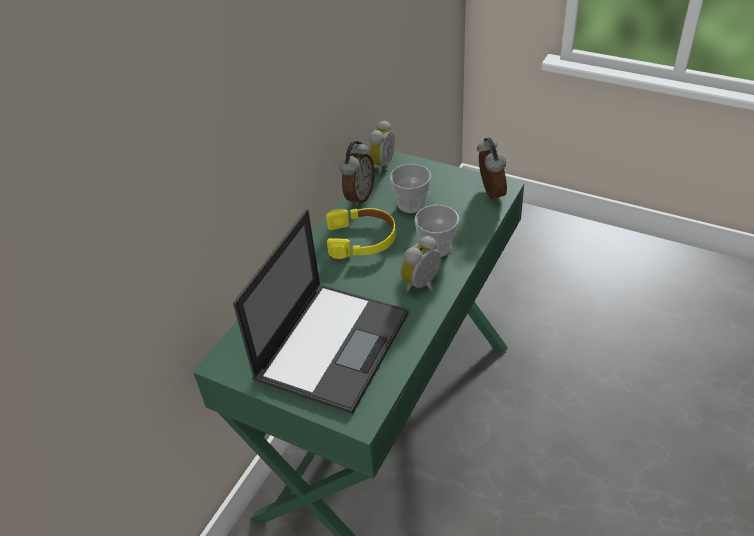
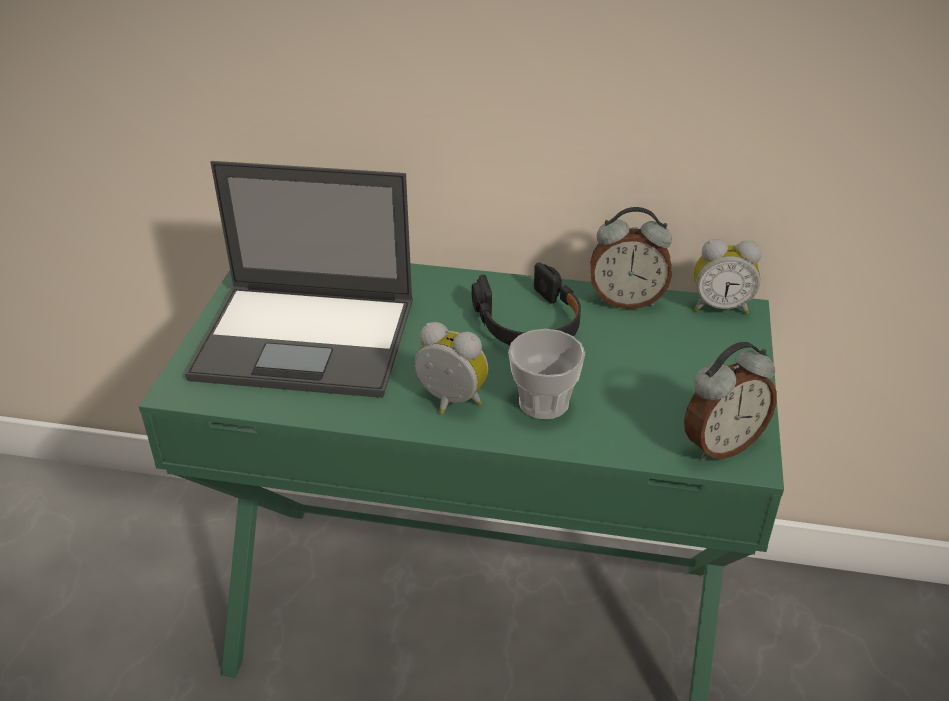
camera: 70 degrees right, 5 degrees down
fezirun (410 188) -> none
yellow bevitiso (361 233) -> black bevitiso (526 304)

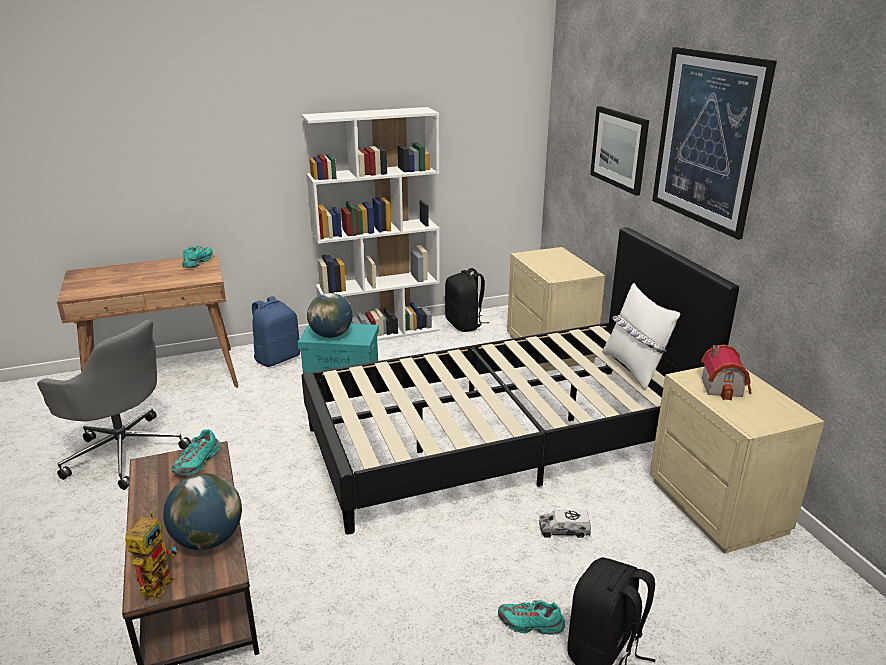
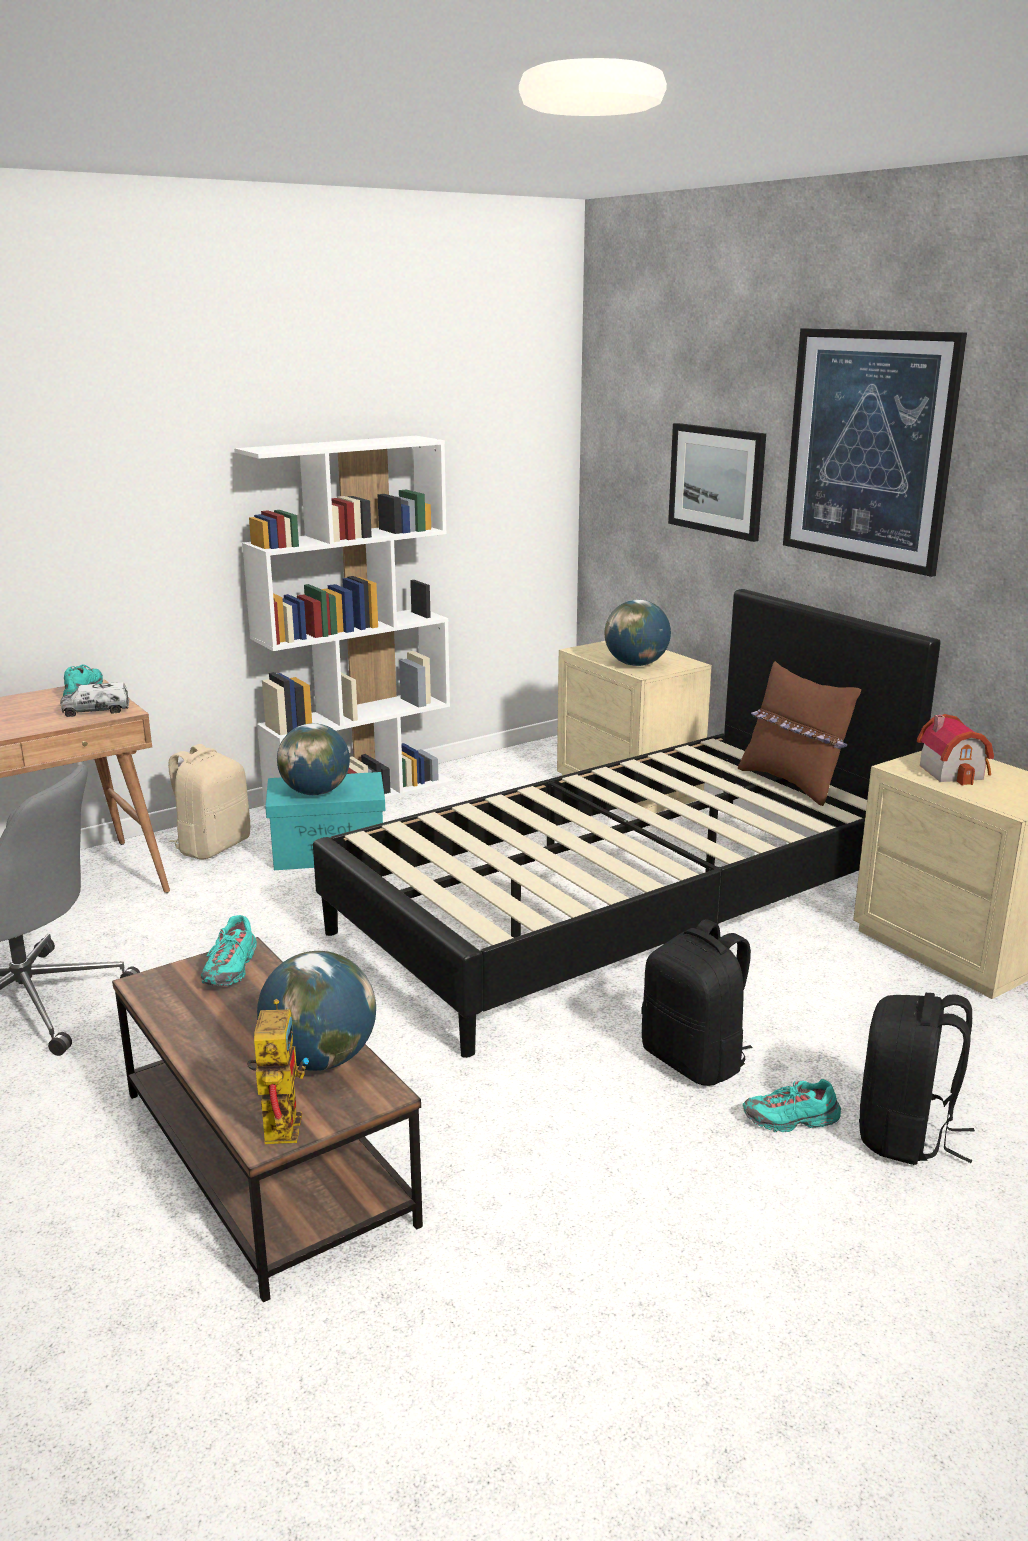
camera: 15 degrees left, 5 degrees down
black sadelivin (467 300) -> black sadelivin (697 1002), move
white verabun (641 336) -> brown verabun (799 733)
blue sadelivin (276 331) -> beige sadelivin (209 801)
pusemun (565 524) -> pusemun (94 699), move
none -> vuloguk (638 633)

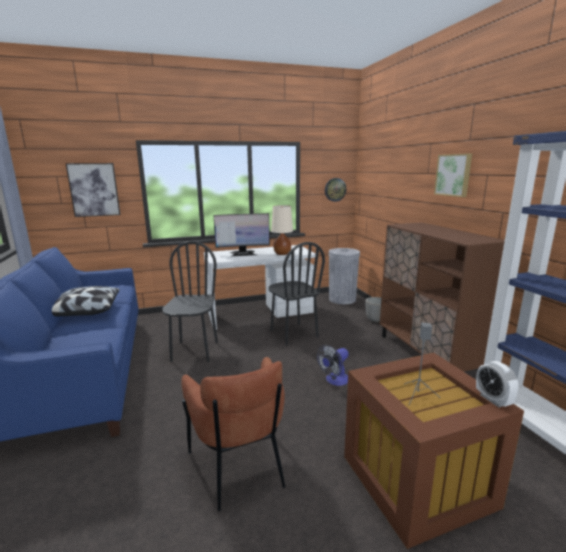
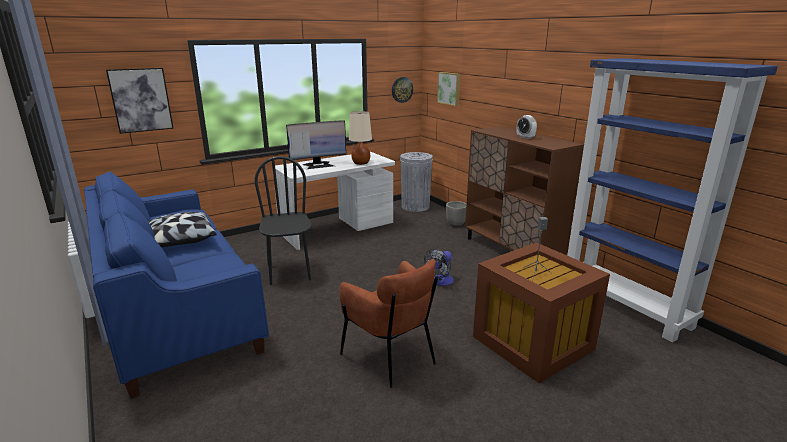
camera: 15 degrees left, 5 degrees up
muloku (453 175) -> muloku (448 89), move
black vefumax (296 294) -> none
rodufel (497 384) -> rodufel (527 127), move

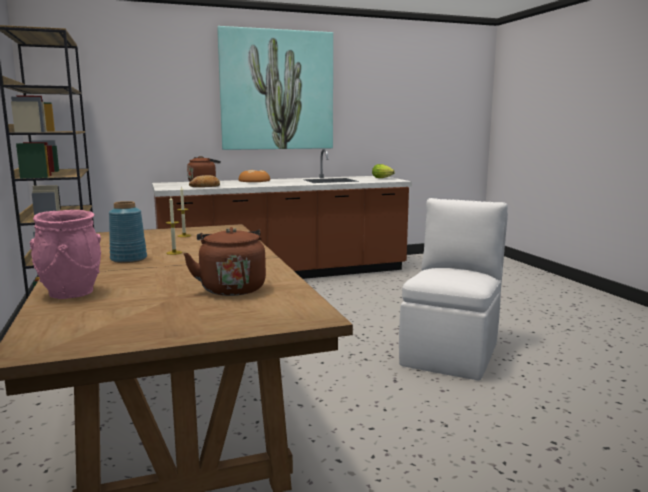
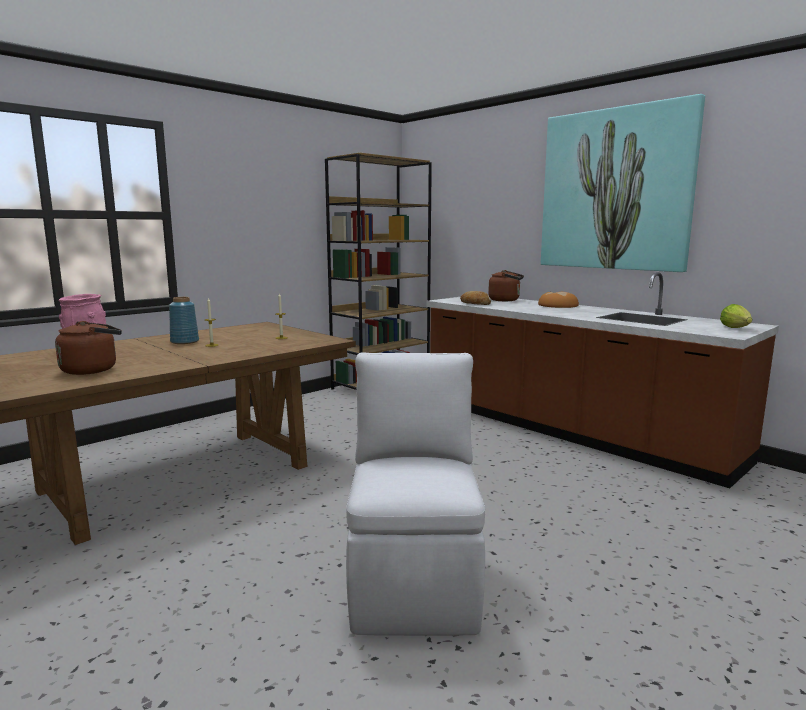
camera: 65 degrees right, 0 degrees up
white vefumax (453 289) -> white vefumax (415 494), 90 degrees counterclockwise

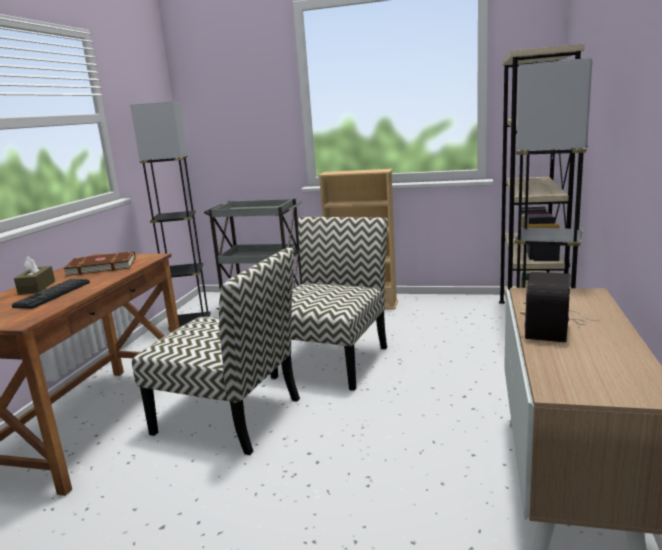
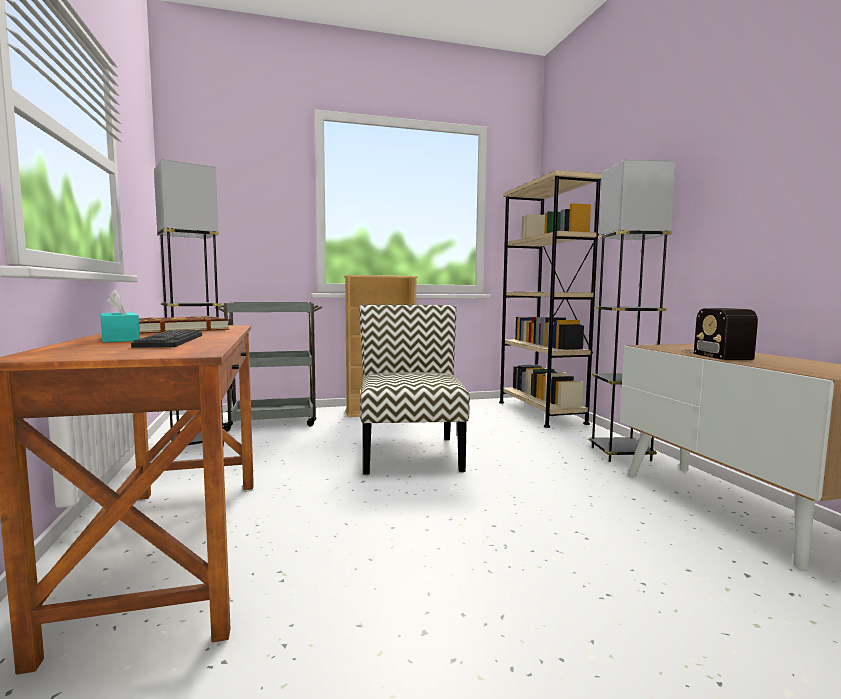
camera: 30 degrees left, 10 degrees down
vefumax (216 351) -> none
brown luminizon (34 275) -> turquoise luminizon (120 315)

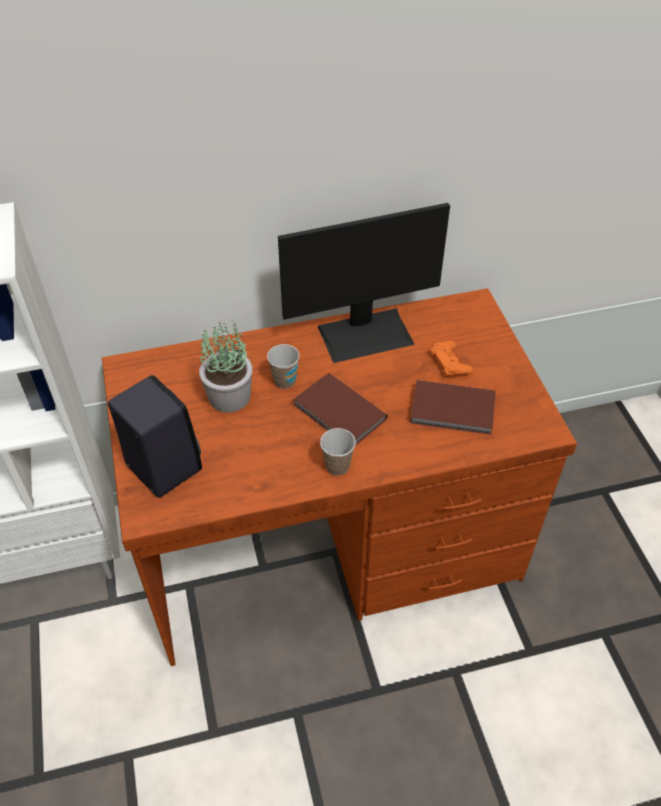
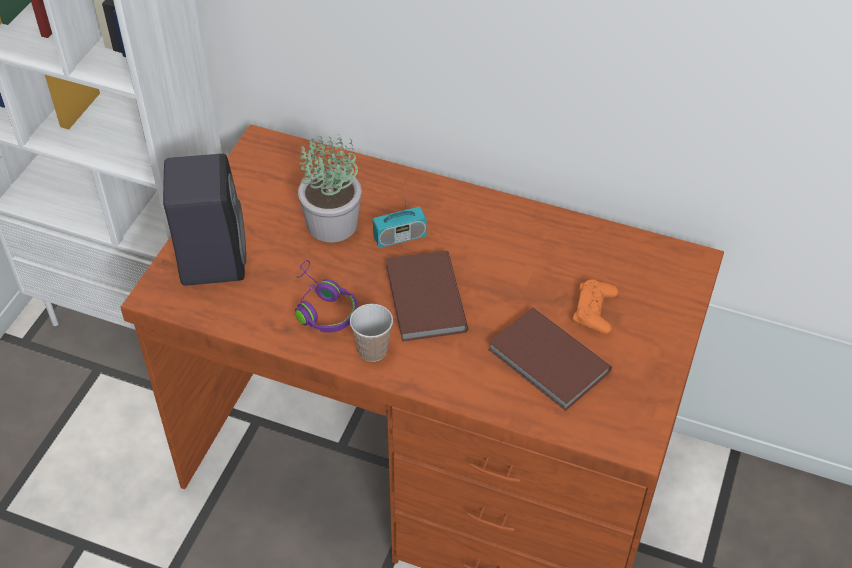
camera: 35 degrees right, 0 degrees up
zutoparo (364 283) -> none
fezirun (283 366) -> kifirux (400 211)
none -> purple bevitiso (326 296)

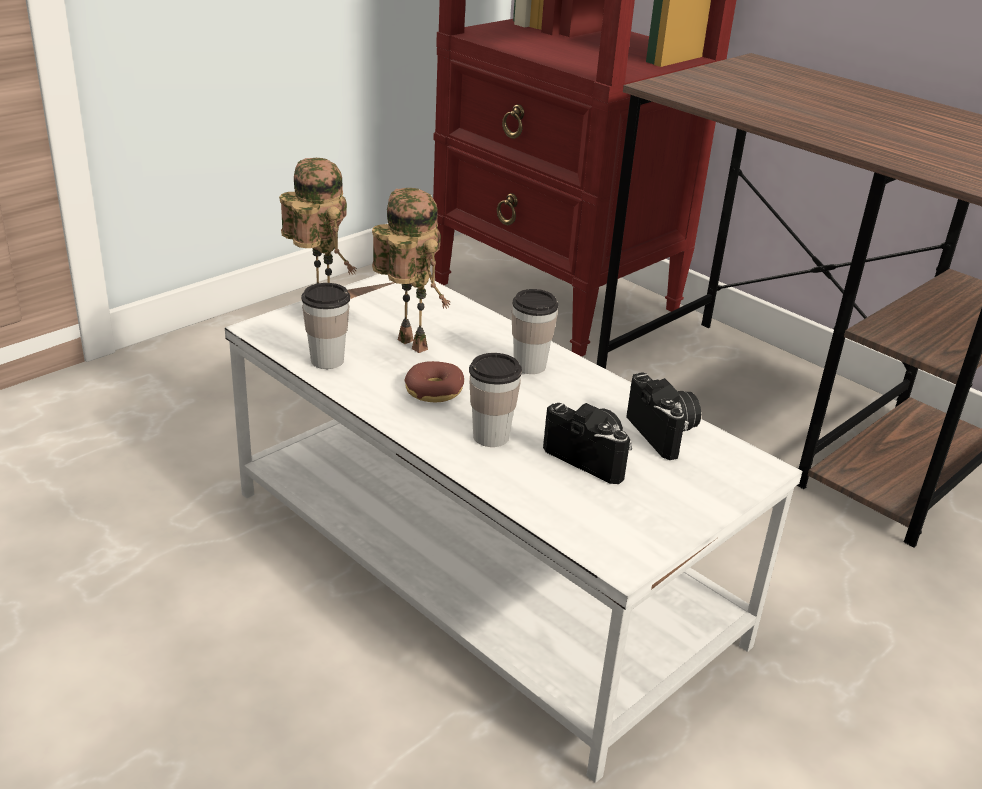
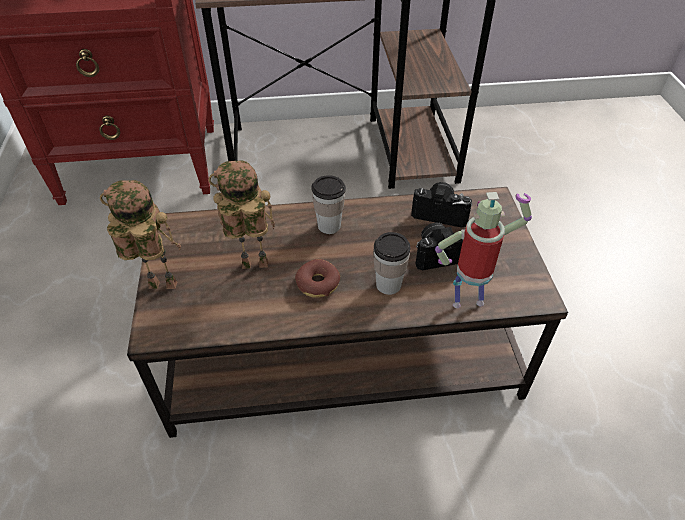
camera: 50 degrees left, 15 degrees up
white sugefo (513 528) -> brown sugefo (347 312)
fezirun (325 326) -> none
none -> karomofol (483 250)

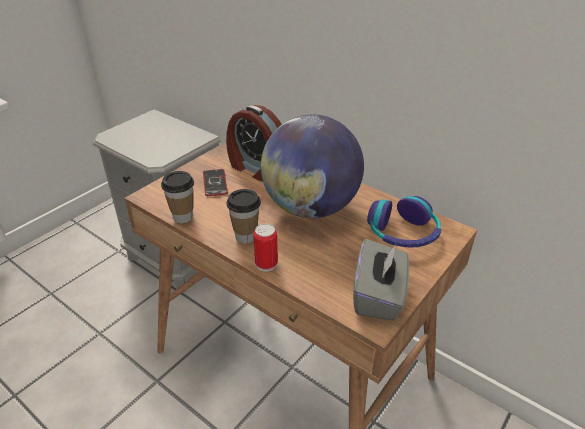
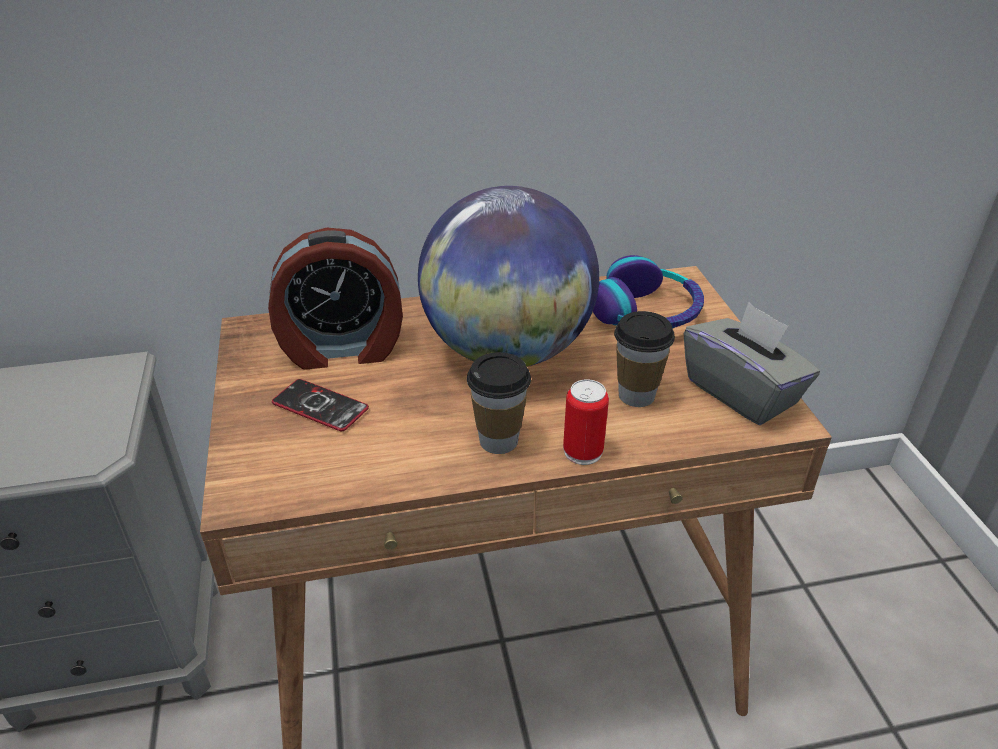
camera: 50 degrees left, 0 degrees up
fezirun (177 197) -> fezirun (644 359), move

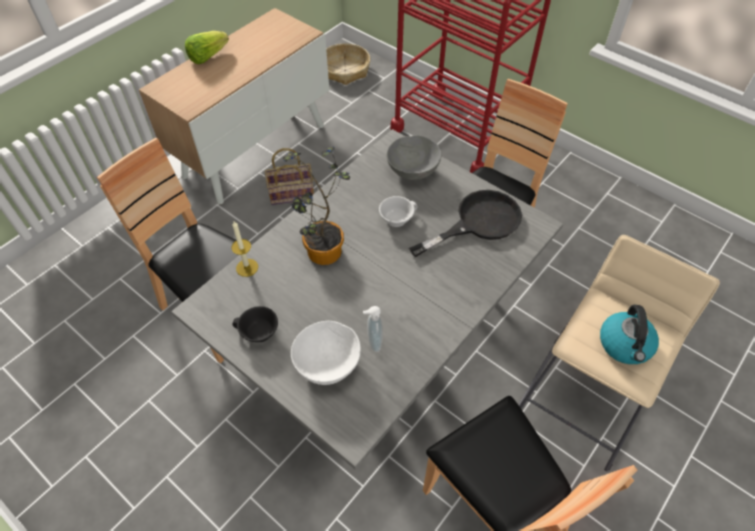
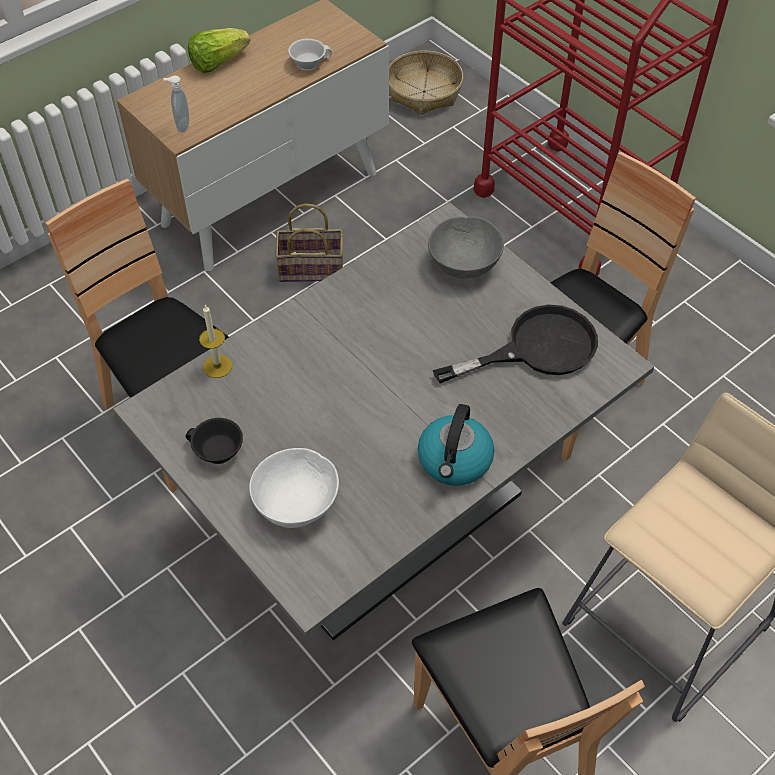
camera: 10 degrees right, 0 degrees up
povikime (316 205) -> none
white fezirun (398 211) -> white fezirun (310 55), move
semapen (629 334) -> semapen (456 445), move
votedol (373 329) -> votedol (176 104), move

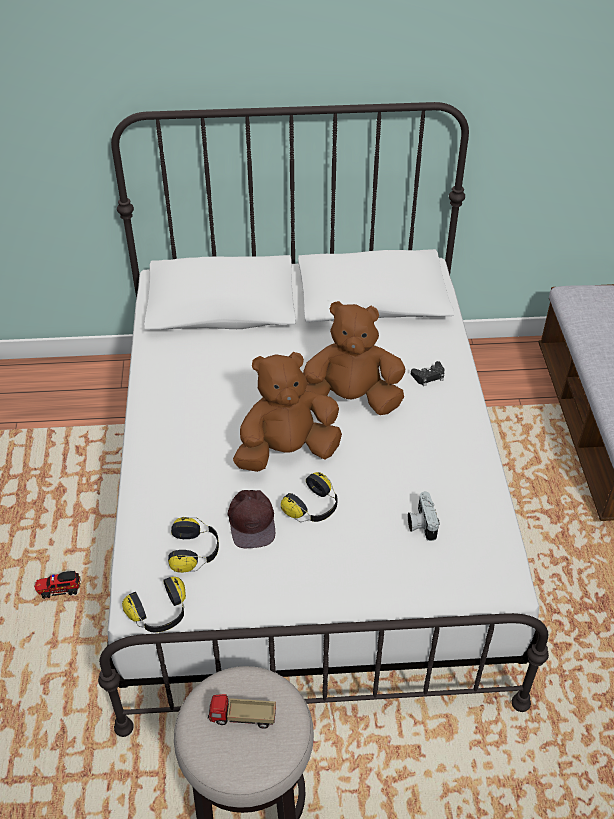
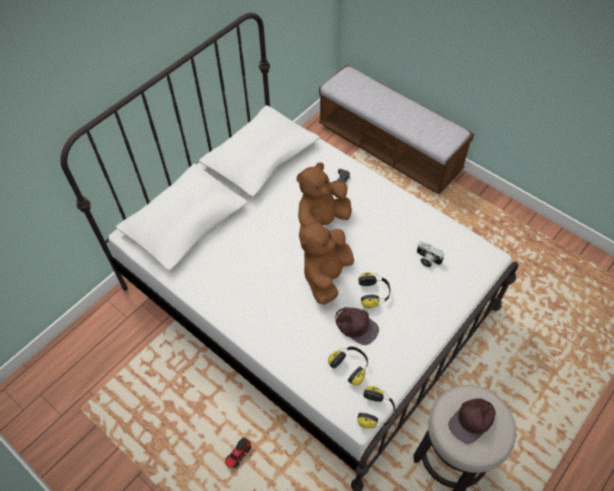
camera: 45 degrees left, 10 degrees up
pusemun (242 711) -> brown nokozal (471 421)

